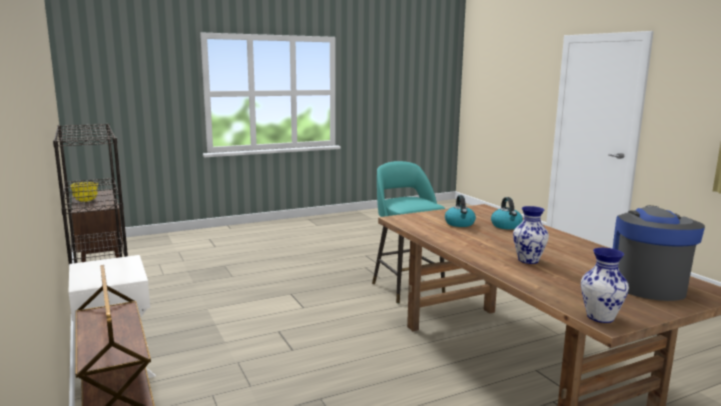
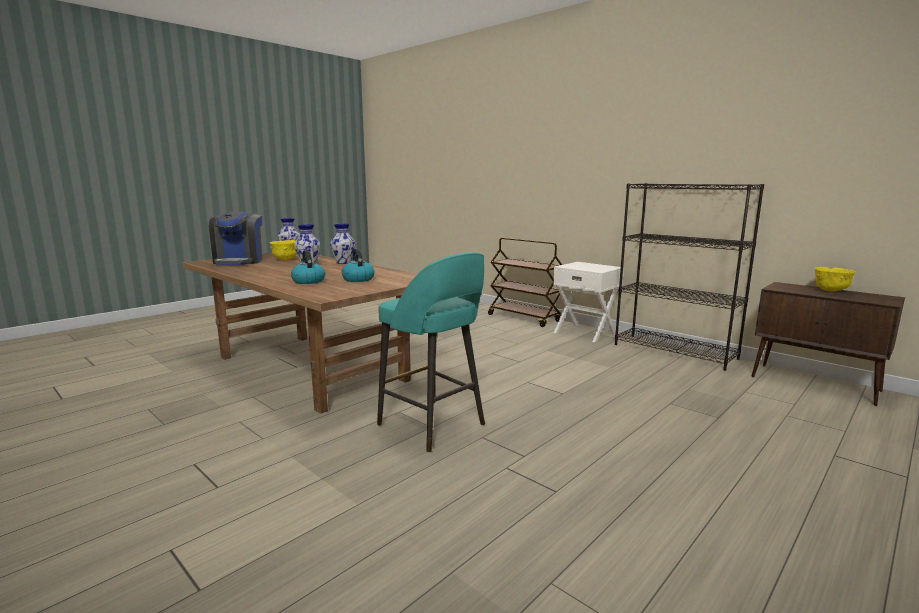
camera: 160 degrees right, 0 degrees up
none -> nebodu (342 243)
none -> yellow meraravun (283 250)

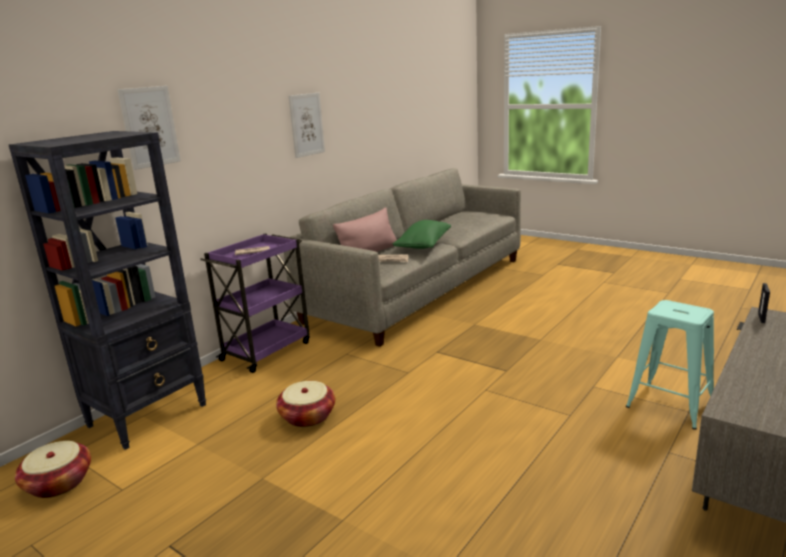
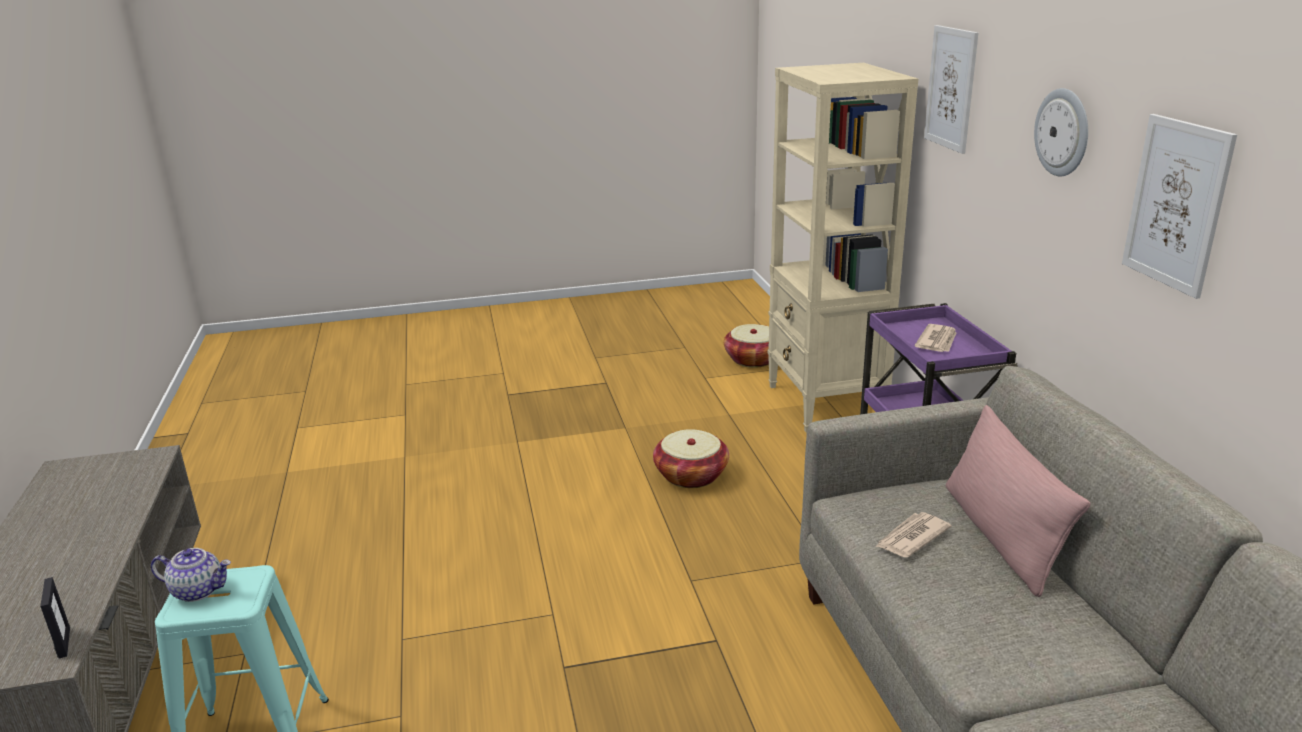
camera: 130 degrees right, 5 degrees up
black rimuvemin (107 290) -> beige rimuvemin (842 248)
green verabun (422 234) -> none
none -> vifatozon (1061 132)
none -> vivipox (191 575)

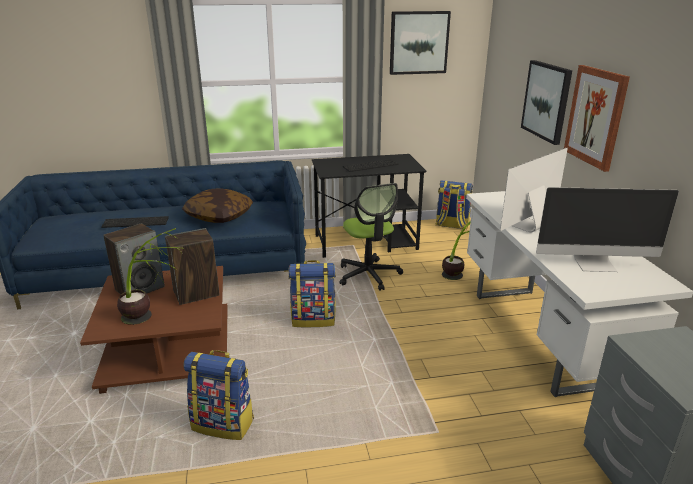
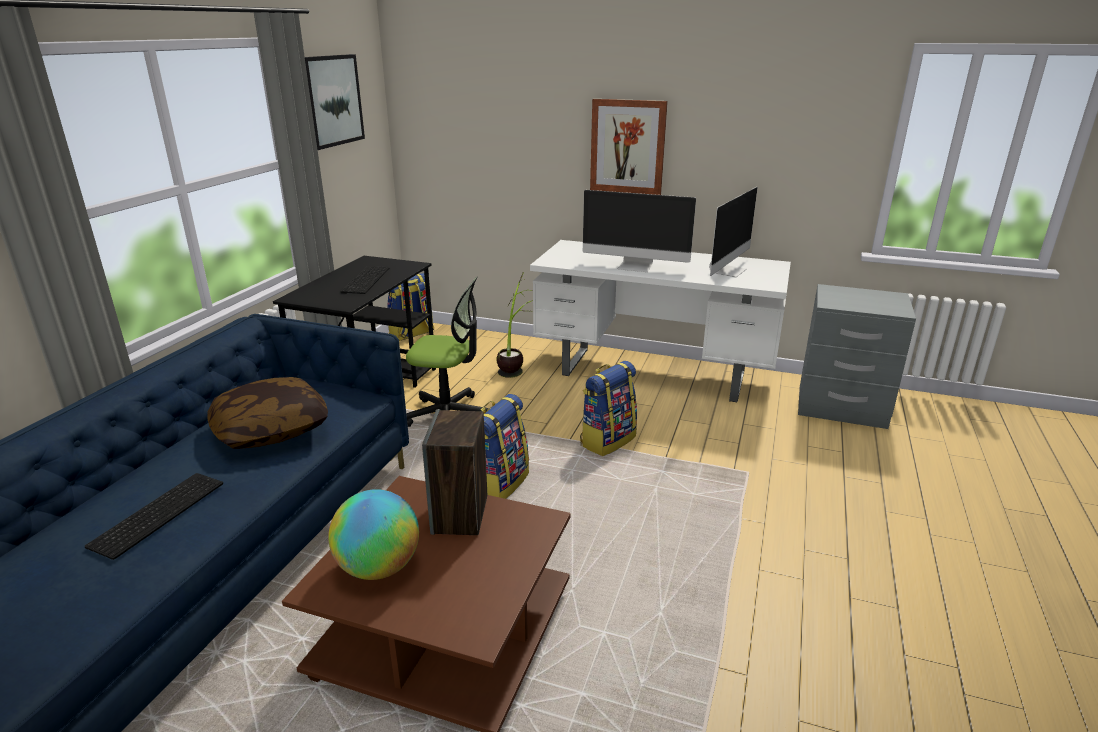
camera: 60 degrees left, 0 degrees up
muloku (546 102) -> none
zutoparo (534 190) -> zutoparo (639 231), 60 degrees counterclockwise
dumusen (134 258) -> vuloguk (373 534)
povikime (150 276) -> none
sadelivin (219 395) -> sadelivin (608 408), move

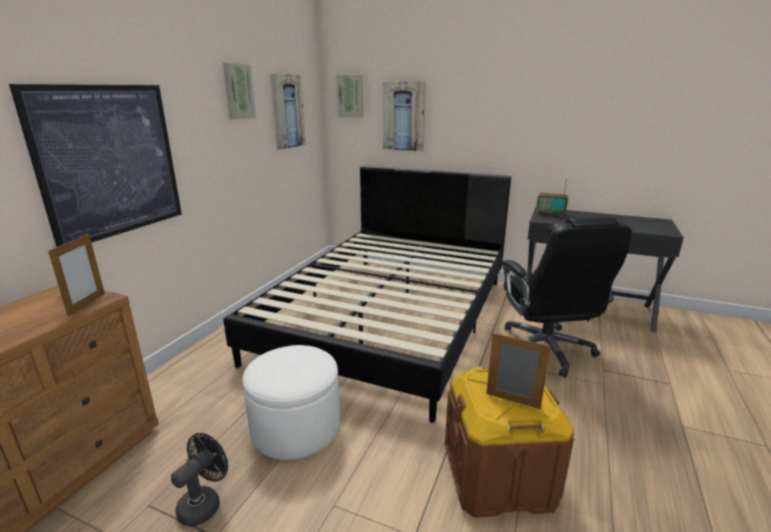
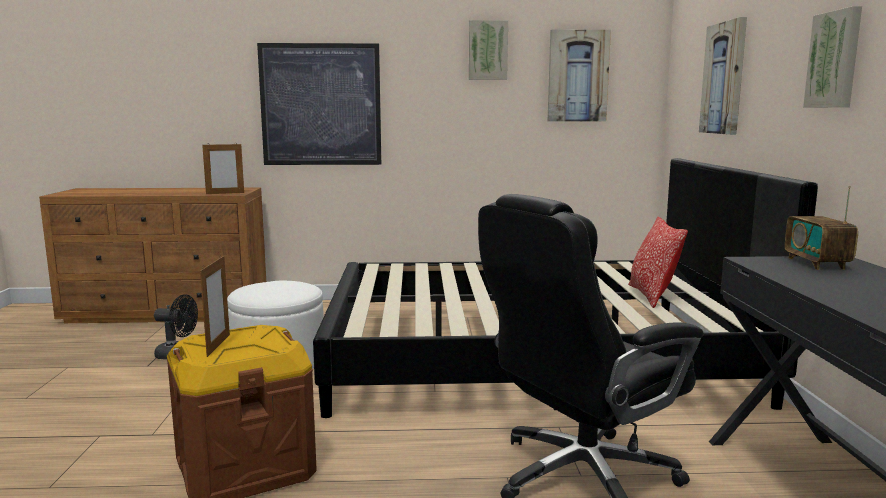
camera: 65 degrees right, 10 degrees down
muloku (350 96) -> muloku (832 57), move
none -> verabun (658 262)

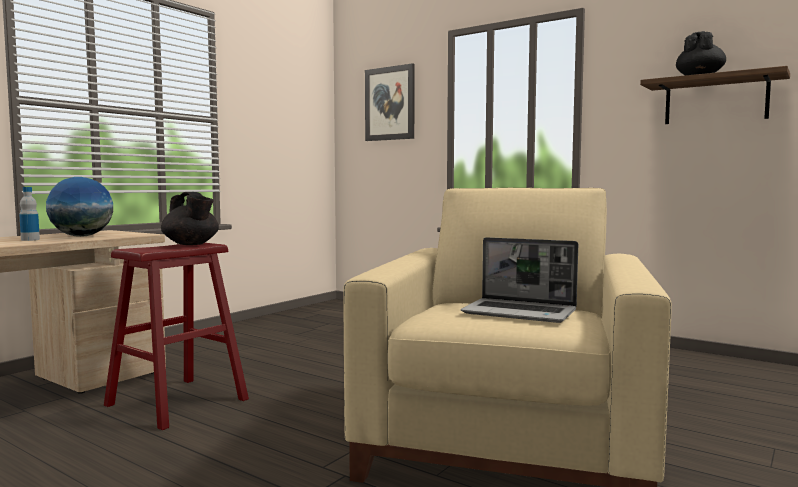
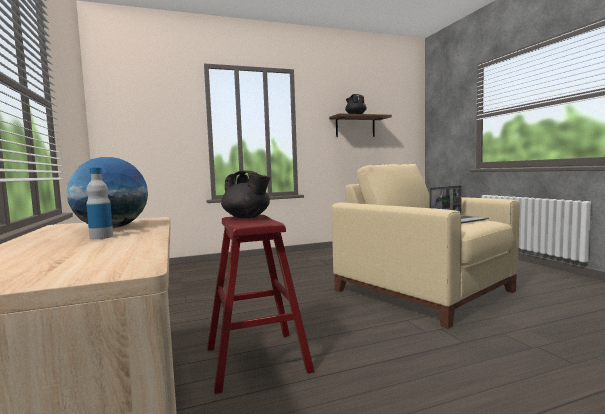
camera: 55 degrees left, 0 degrees up
muloku (390 102) -> none
black vivipox (190 218) -> black vivipox (246 194), 45 degrees clockwise

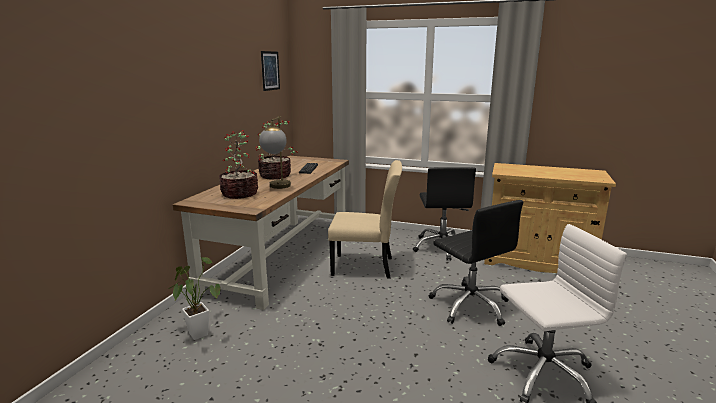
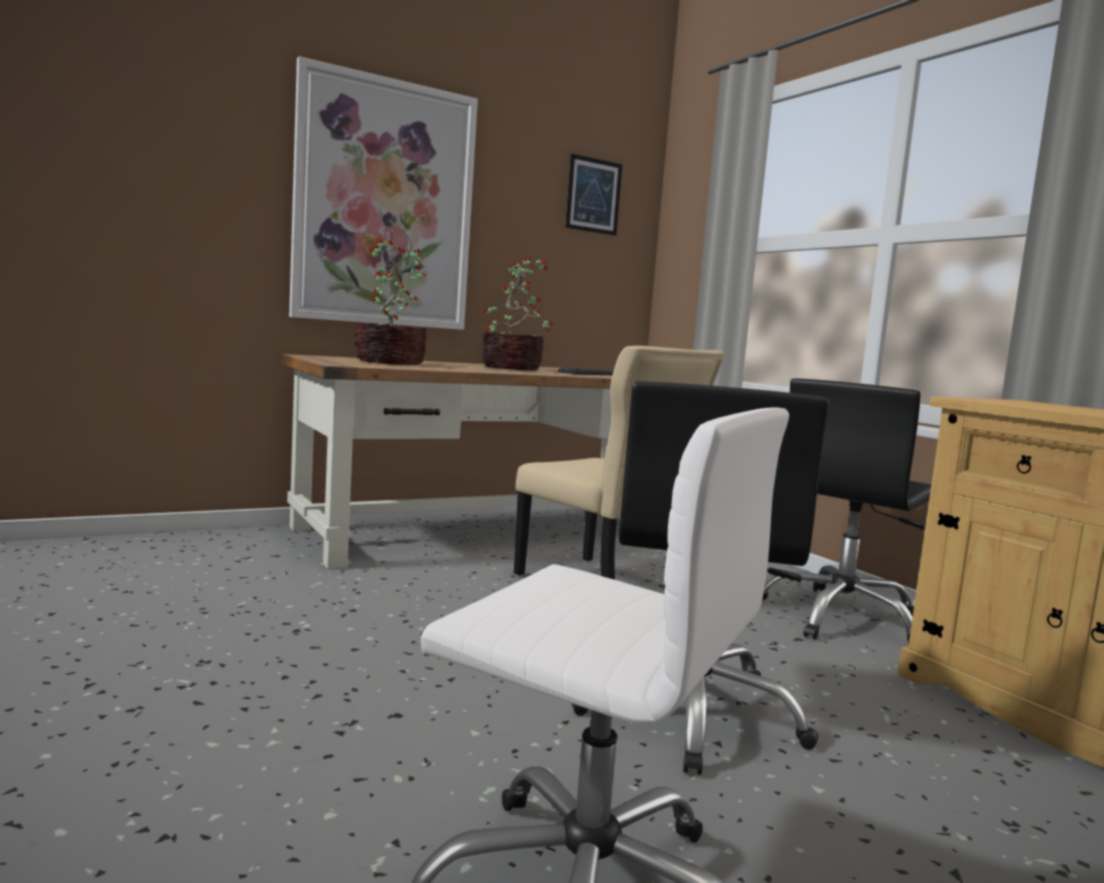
camera: 40 degrees right, 10 degrees down
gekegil (275 152) -> none
povikime (194 298) -> none
none -> muloku (383 193)

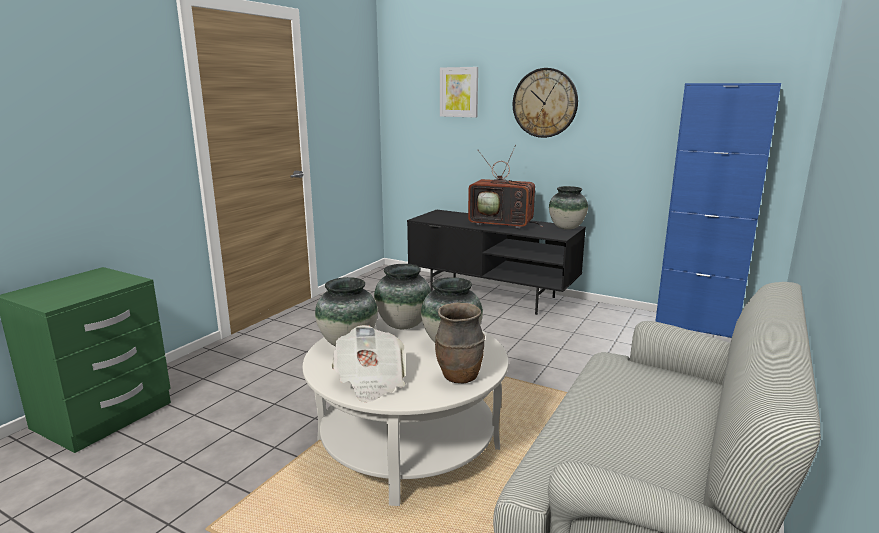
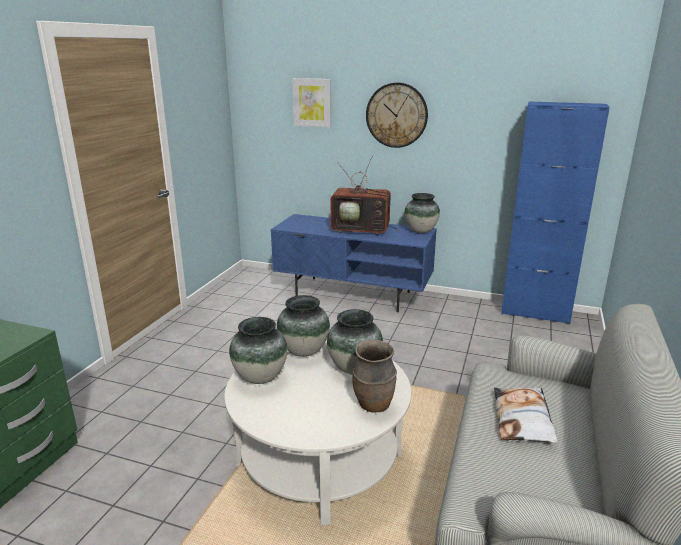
camera: 10 degrees left, 5 degrees up
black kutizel (496 262) -> blue kutizel (354 263)
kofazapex (368 364) -> none
none -> verabun (525 415)

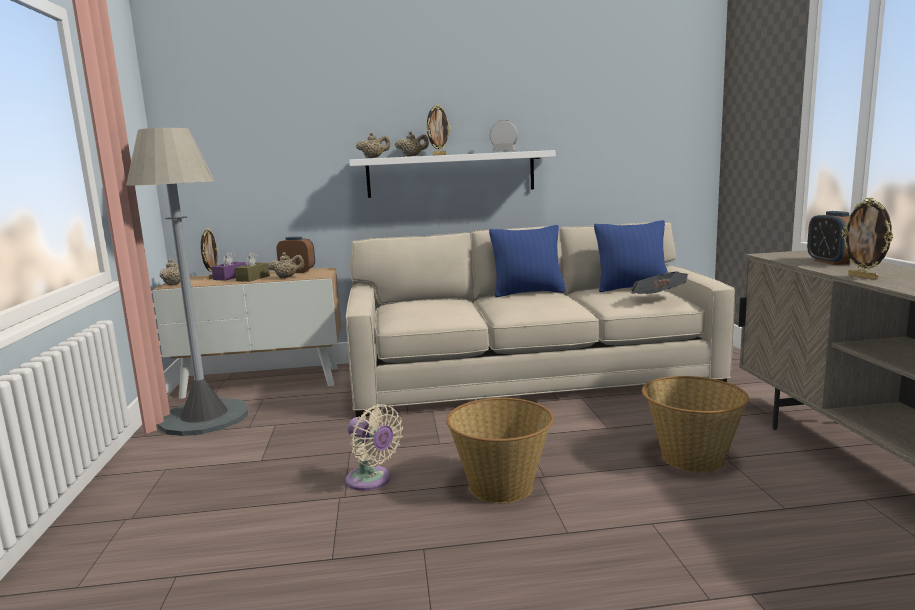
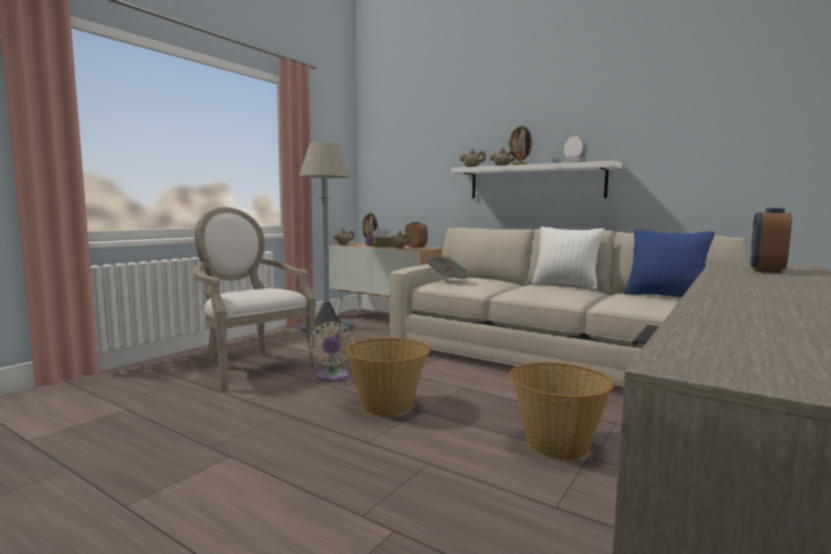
camera: 40 degrees right, 5 degrees down
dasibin (867 238) -> none
blue verabun (527 261) -> white verabun (568 258)
kofazapex (659 283) -> kofazapex (447 268), move
none -> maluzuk (255 299)

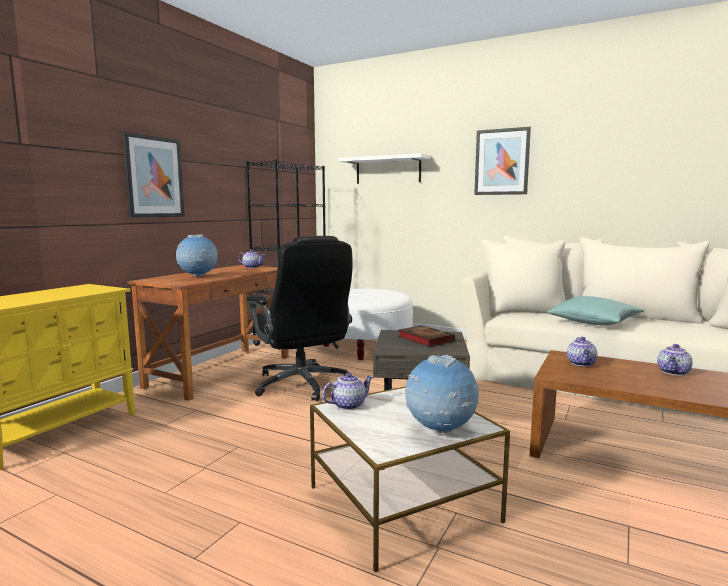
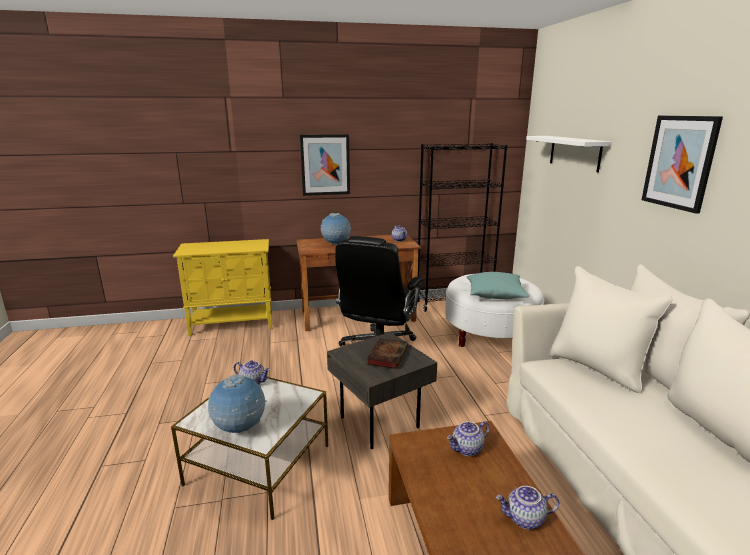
camera: 50 degrees right, 10 degrees up
turquoise verabun (595 311) -> turquoise verabun (498 285), move

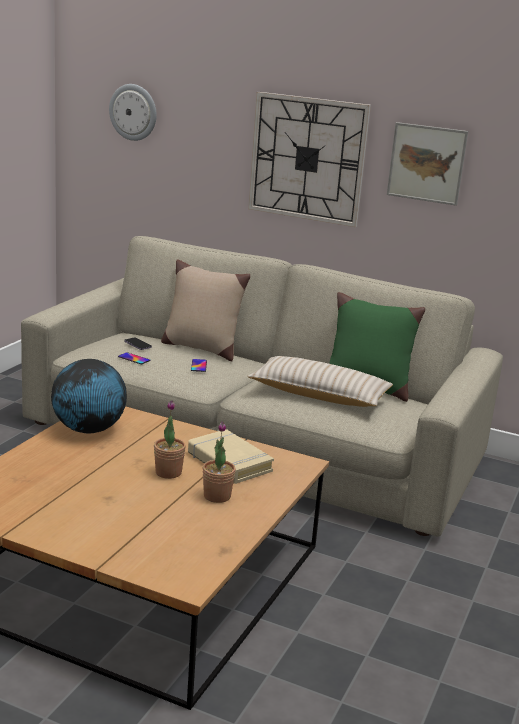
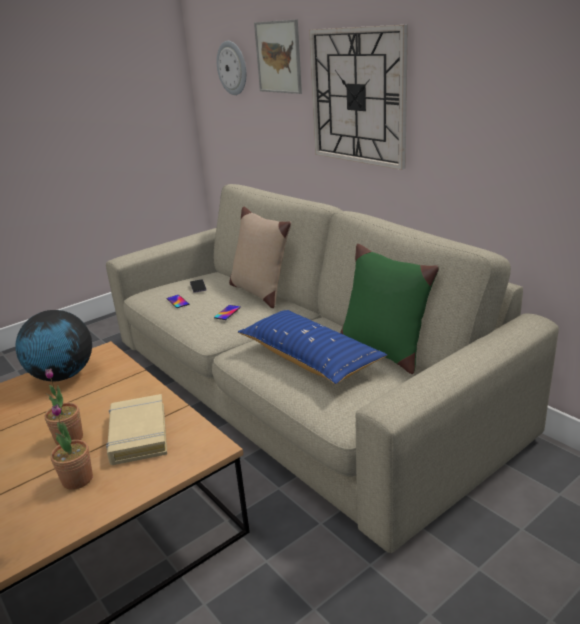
camera: 30 degrees right, 5 degrees up
muloku (427 164) -> muloku (278 56), move
beige verabun (320 381) -> blue verabun (312 347)

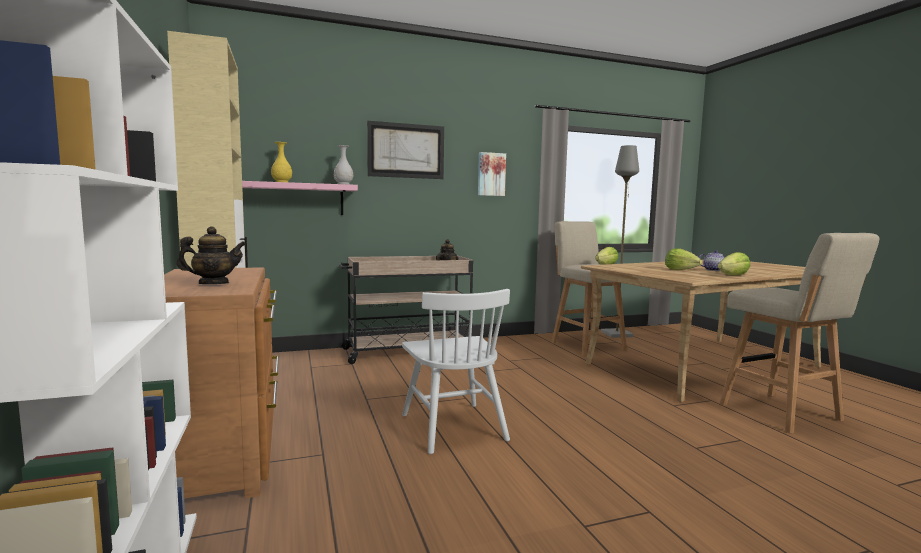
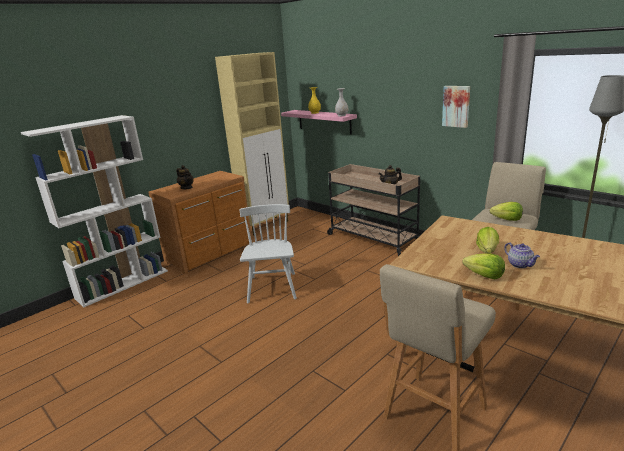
camera: 65 degrees right, 15 degrees up
muloku (405 150) -> none
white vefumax (456 371) -> white vefumax (268 253), 135 degrees clockwise

